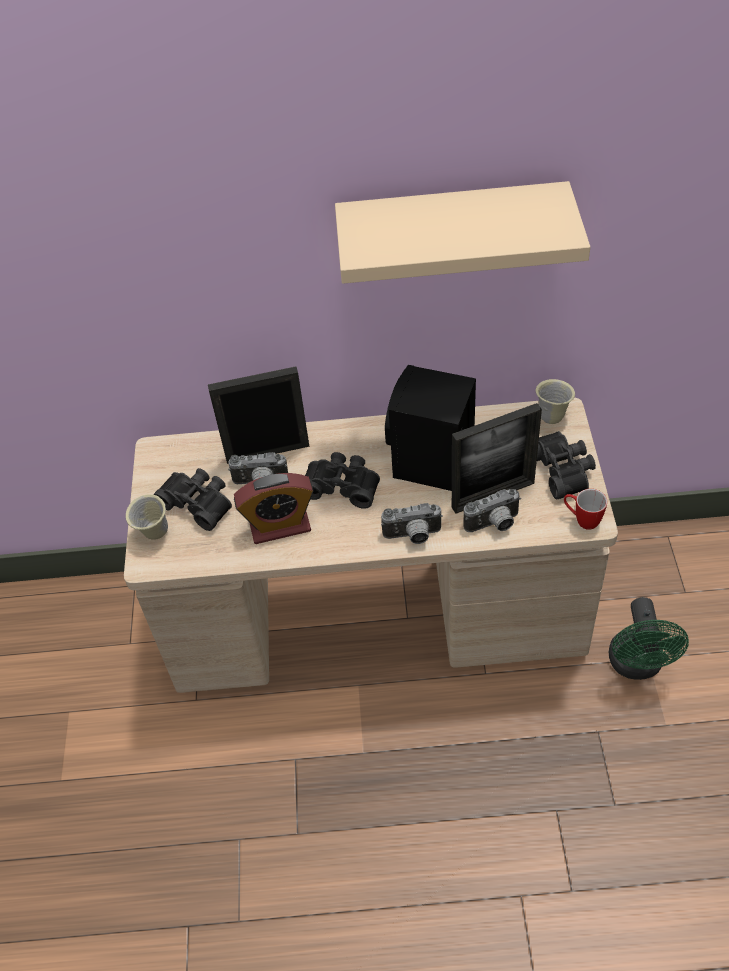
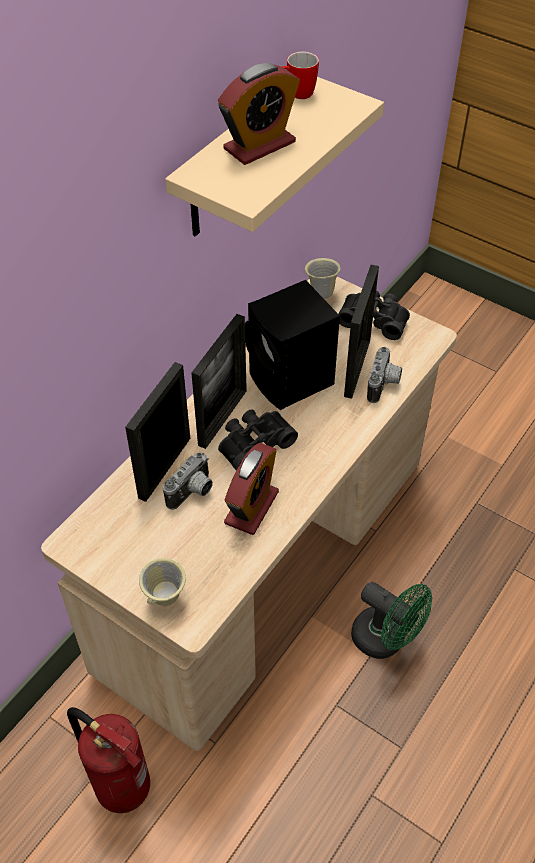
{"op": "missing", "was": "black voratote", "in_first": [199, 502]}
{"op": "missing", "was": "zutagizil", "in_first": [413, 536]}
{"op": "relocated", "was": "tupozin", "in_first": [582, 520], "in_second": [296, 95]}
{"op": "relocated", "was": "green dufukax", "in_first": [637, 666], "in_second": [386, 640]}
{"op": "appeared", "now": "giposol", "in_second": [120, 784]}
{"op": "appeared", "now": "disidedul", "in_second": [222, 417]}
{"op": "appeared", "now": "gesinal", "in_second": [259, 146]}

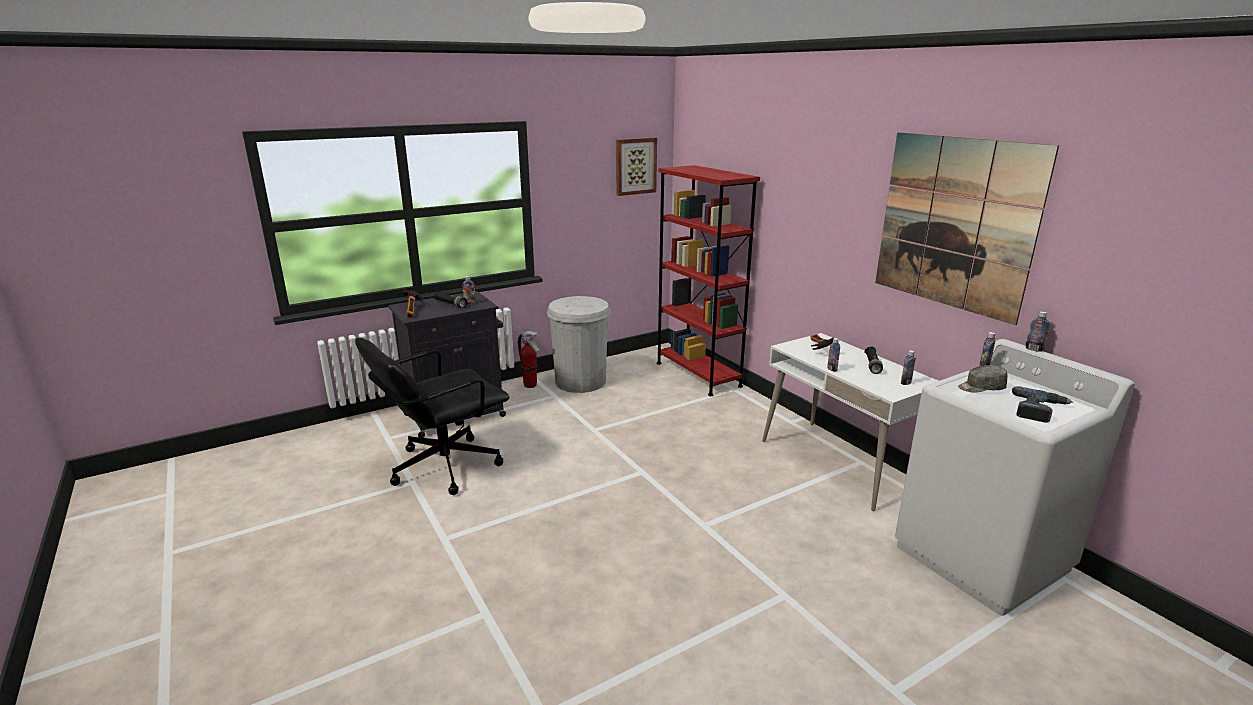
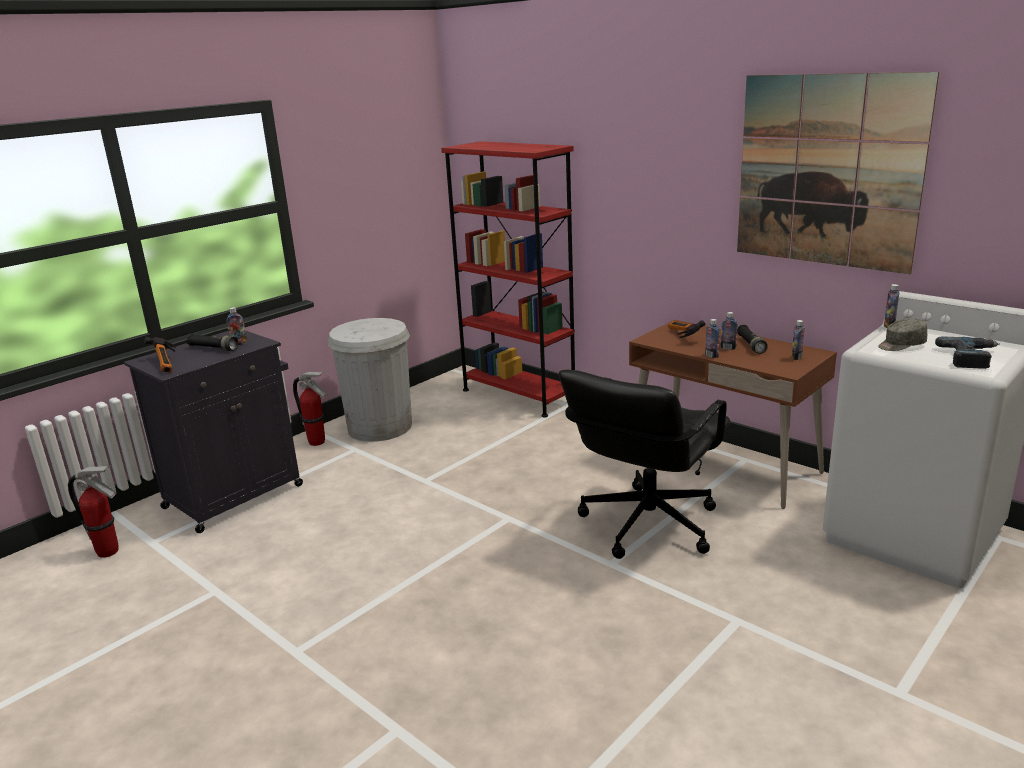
{"op": "relocated", "was": "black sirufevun", "in_first": [444, 466], "in_second": [646, 524]}
{"op": "missing", "was": "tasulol", "in_first": [635, 166]}
{"op": "colour", "was": "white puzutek", "now": "brown puzutek", "in_first": [839, 463], "in_second": [723, 464]}
{"op": "relocated", "was": "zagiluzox", "in_first": [1034, 349], "in_second": [728, 348]}
{"op": "appeared", "now": "giposol", "in_second": [109, 552]}

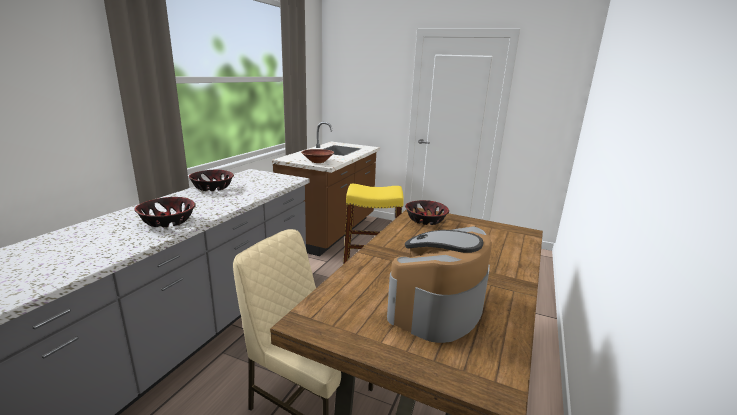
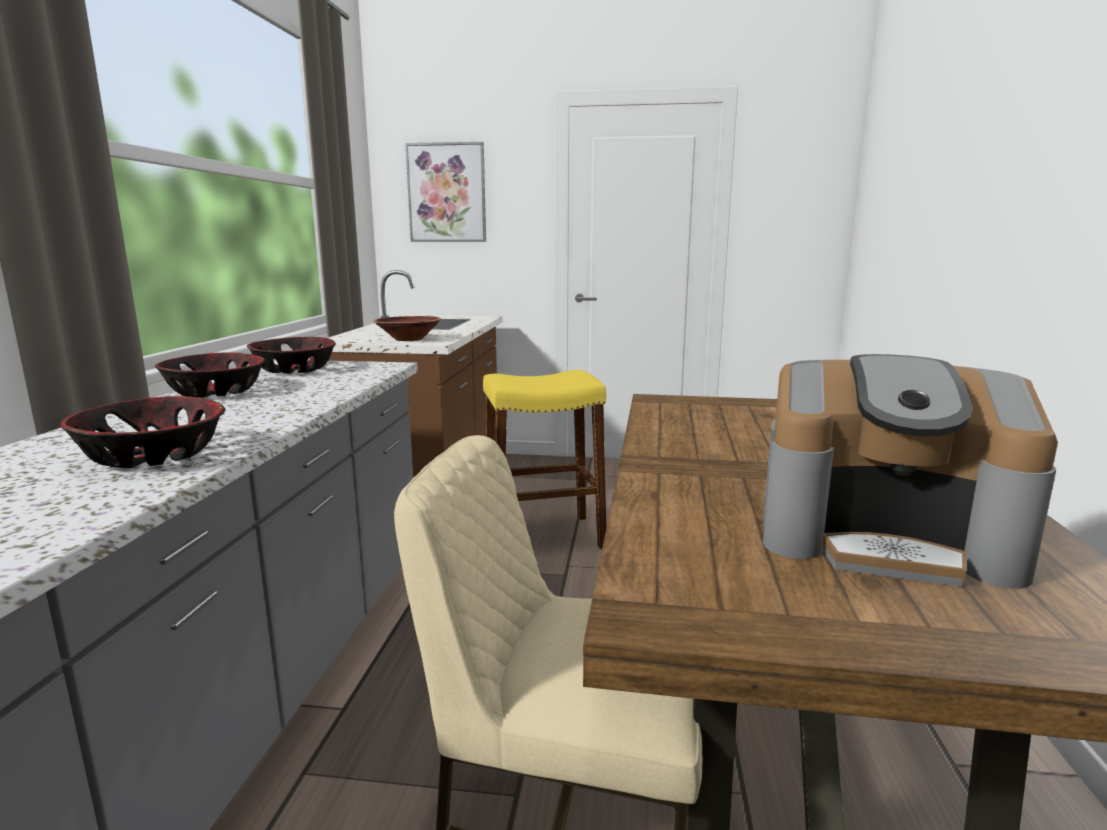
{"op": "spun", "was": "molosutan", "in_first": [438, 308], "in_second": [884, 537], "clockwise": -90}
{"op": "relocated", "was": "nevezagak", "in_first": [426, 220], "in_second": [295, 369]}
{"op": "appeared", "now": "tasulol", "in_second": [447, 193]}

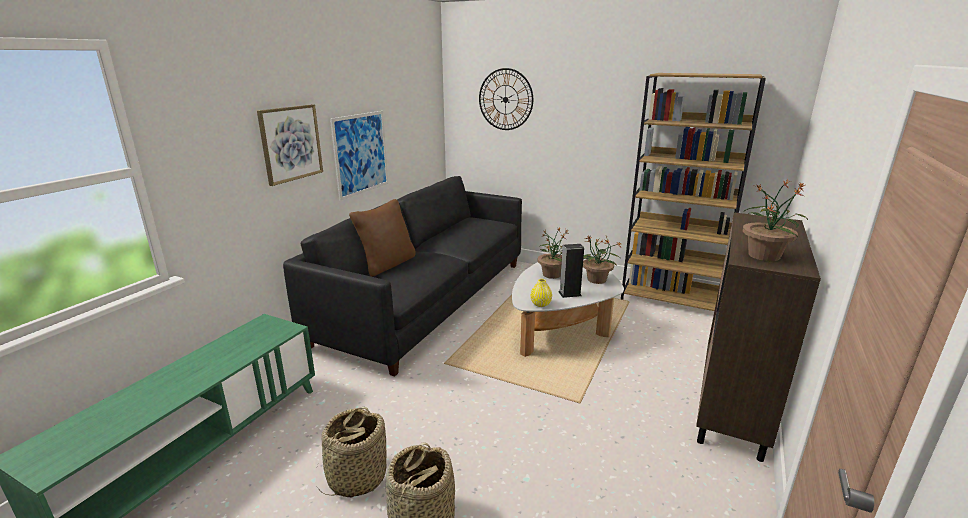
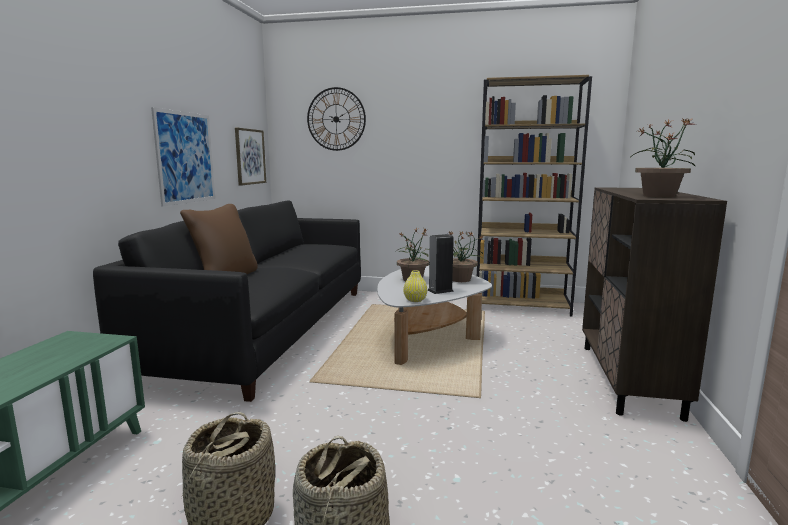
{"op": "relocated", "was": "tasulol", "in_first": [291, 143], "in_second": [250, 156]}

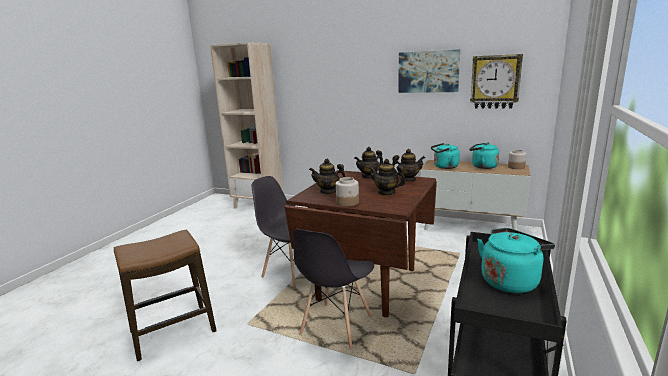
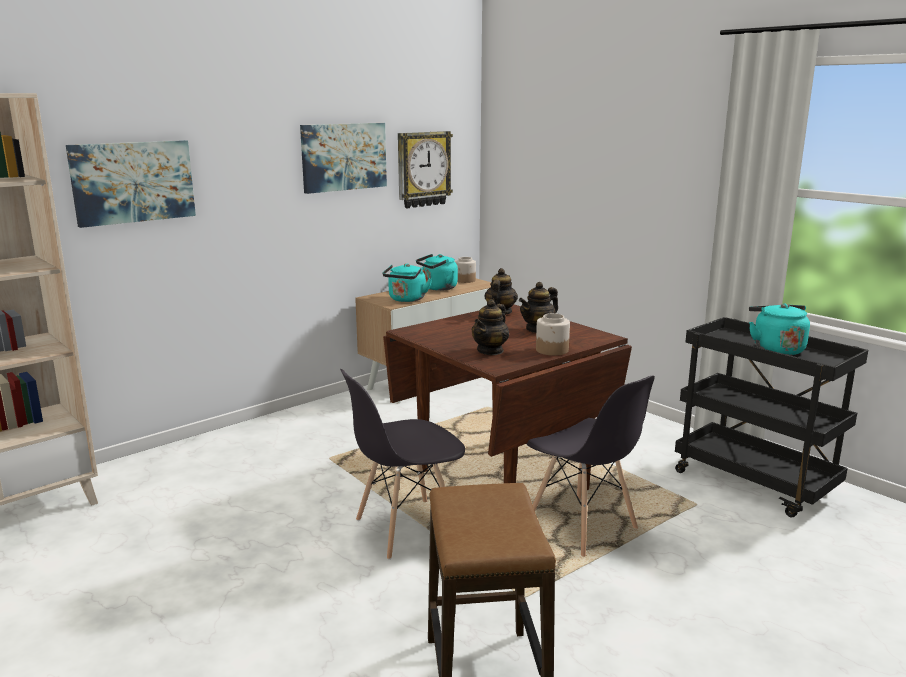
{"op": "missing", "was": "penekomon", "in_first": [369, 176]}
{"op": "appeared", "now": "tasulol", "in_second": [133, 182]}

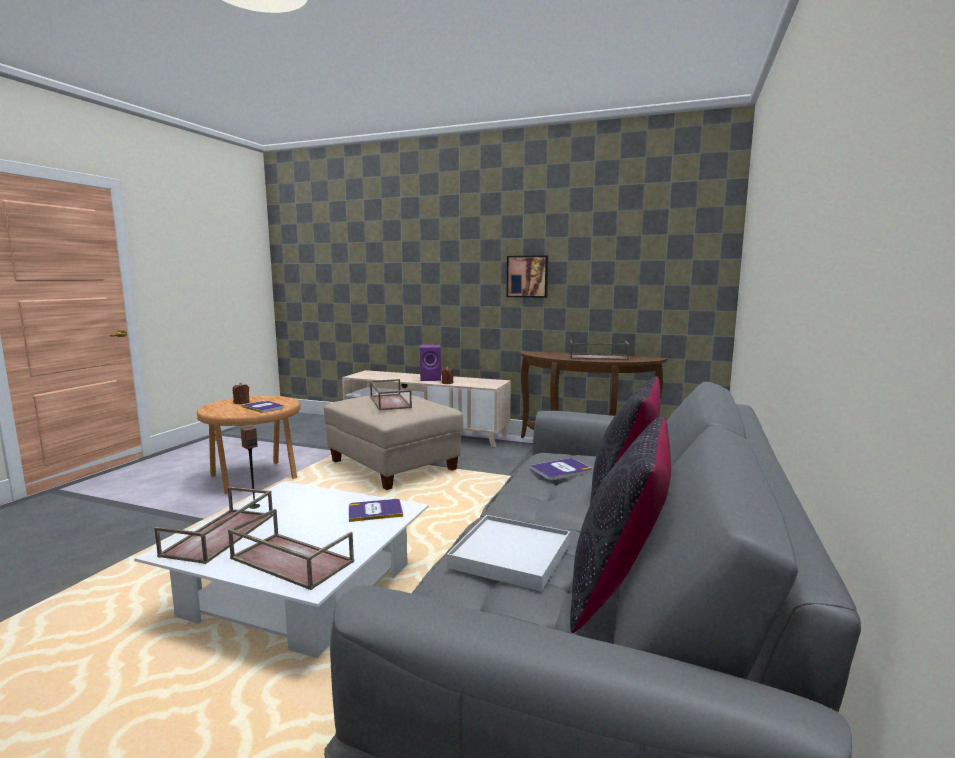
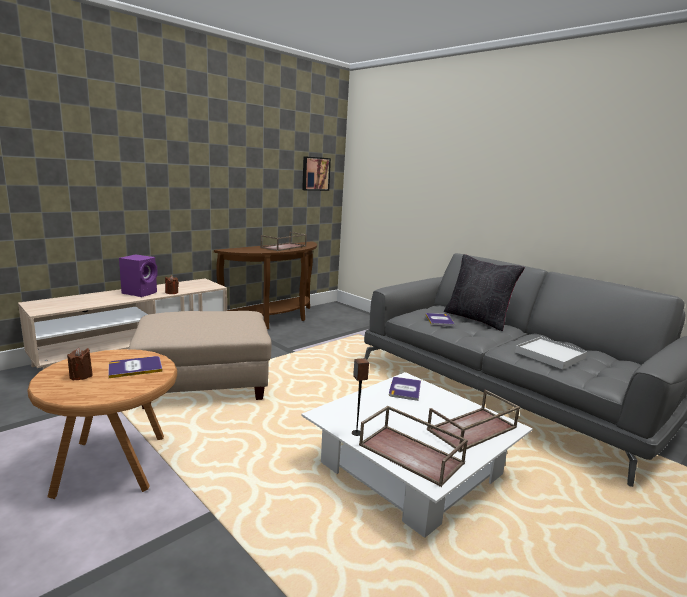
{"op": "missing", "was": "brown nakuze", "in_first": [389, 402]}
{"op": "relocated", "was": "tasulol", "in_first": [527, 276], "in_second": [315, 173]}
{"op": "missing", "was": "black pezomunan", "in_first": [618, 586]}

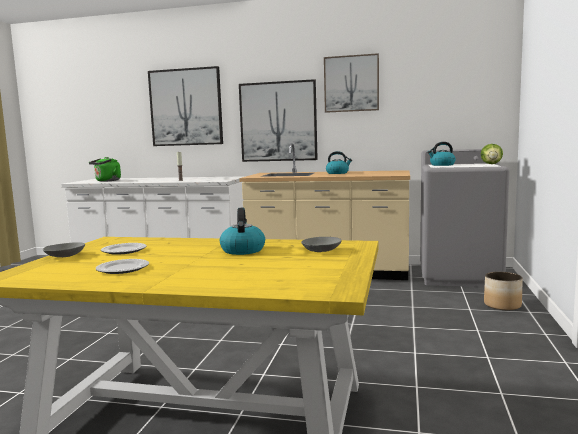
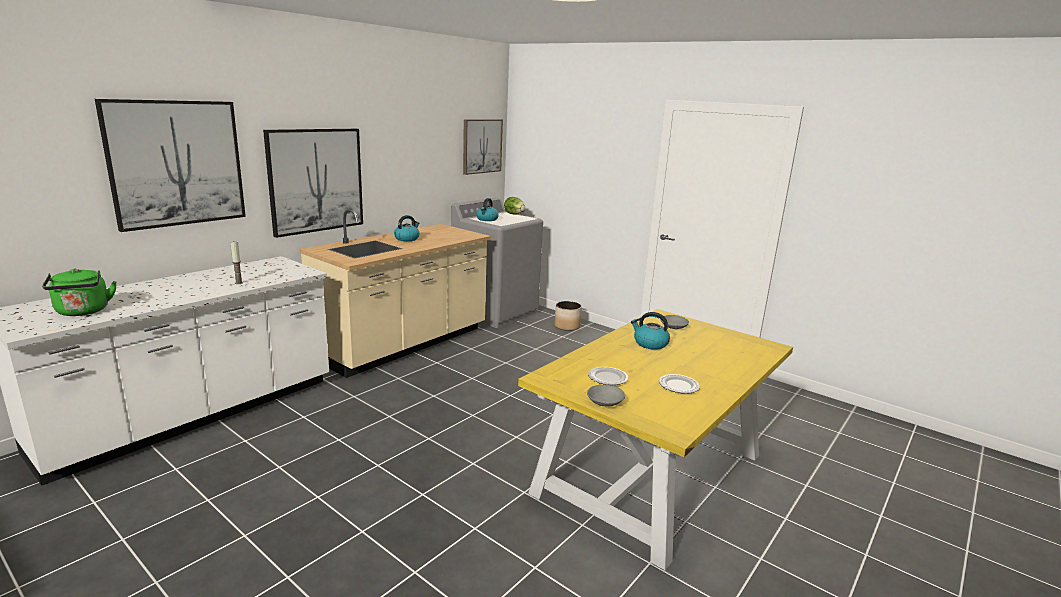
{"op": "relocated", "was": "tasulol", "in_first": [351, 83], "in_second": [481, 146]}

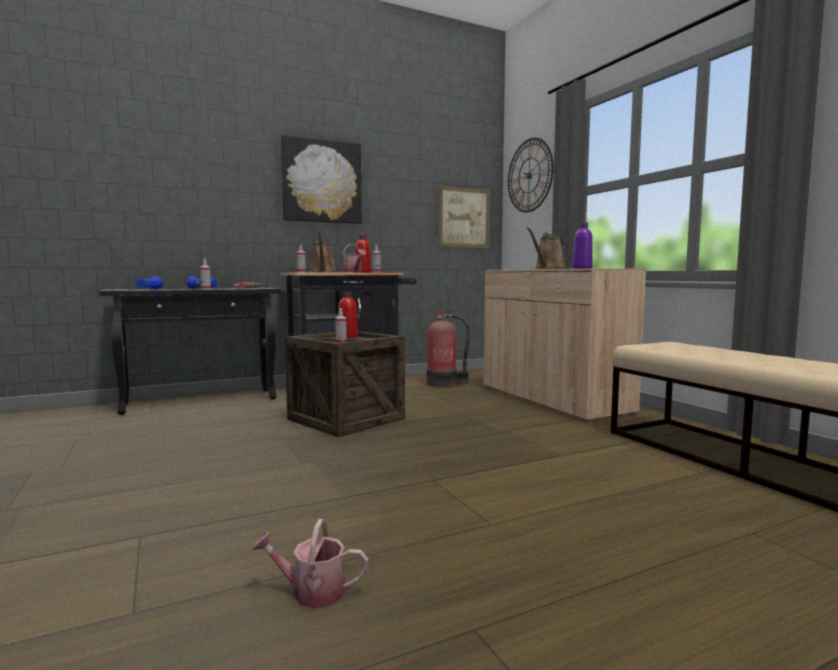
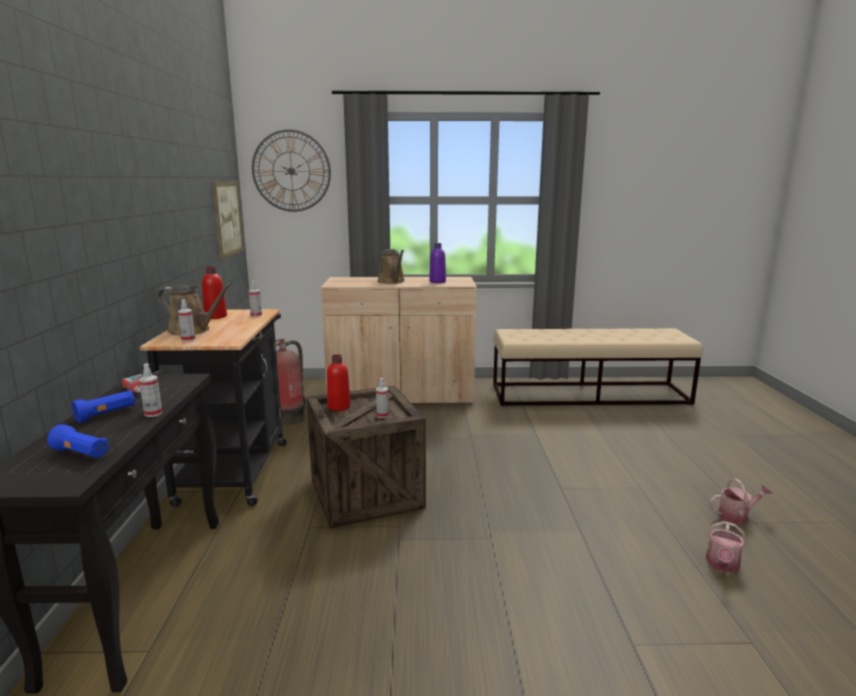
{"op": "missing", "was": "tasulol", "in_first": [321, 181]}
{"op": "relocated", "was": "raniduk", "in_first": [353, 272], "in_second": [736, 515]}

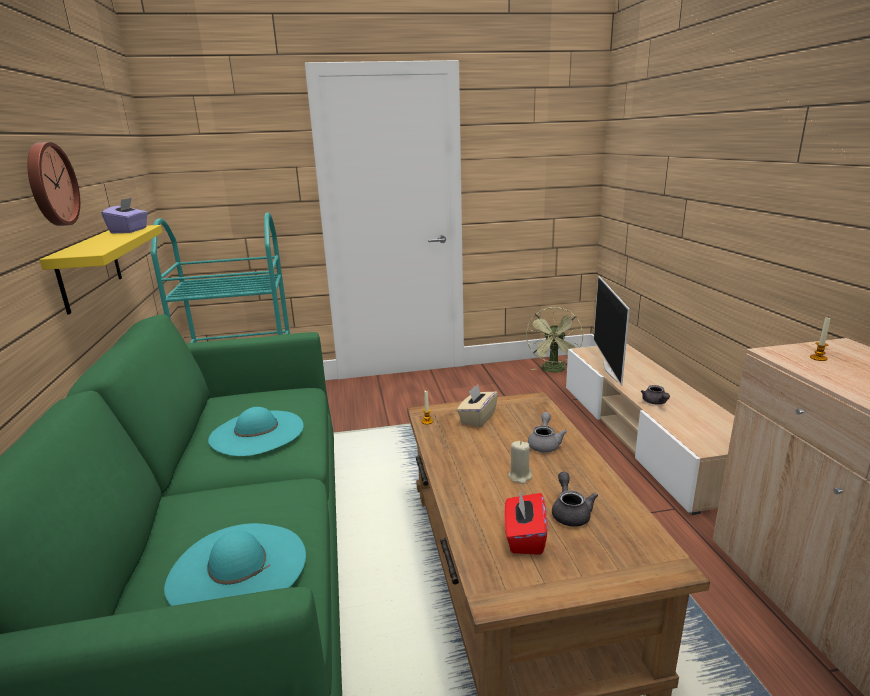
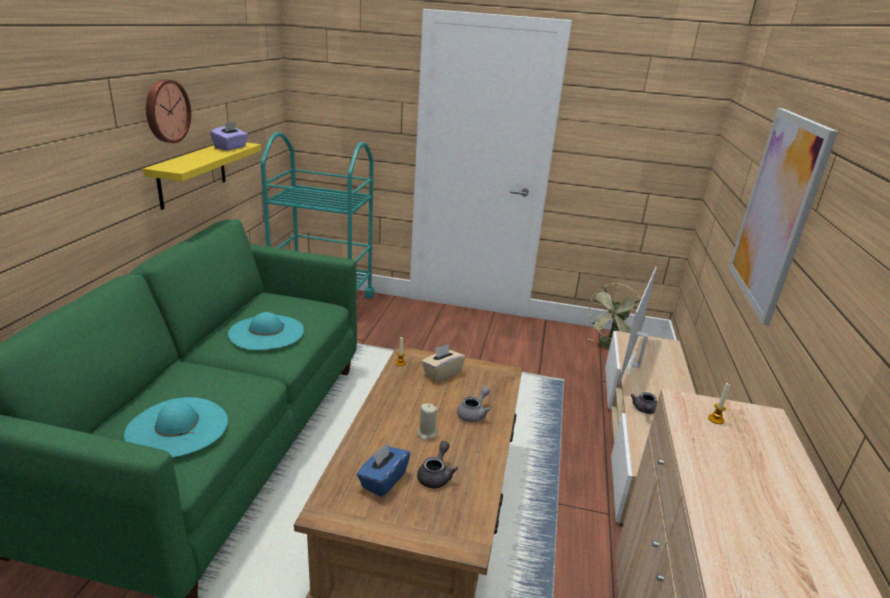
{"op": "colour", "was": "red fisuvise", "now": "blue fisuvise", "in_first": [524, 538], "in_second": [383, 480]}
{"op": "appeared", "now": "tasulol", "in_second": [776, 212]}

